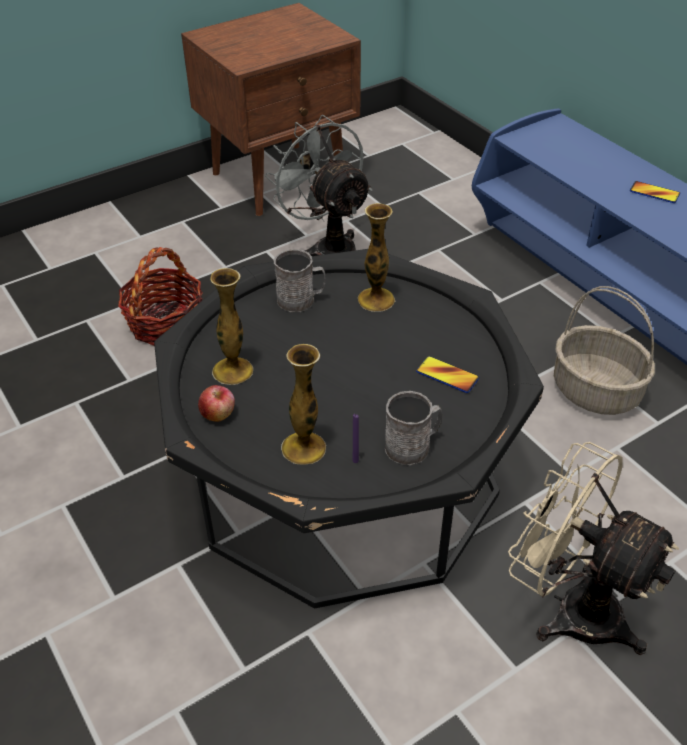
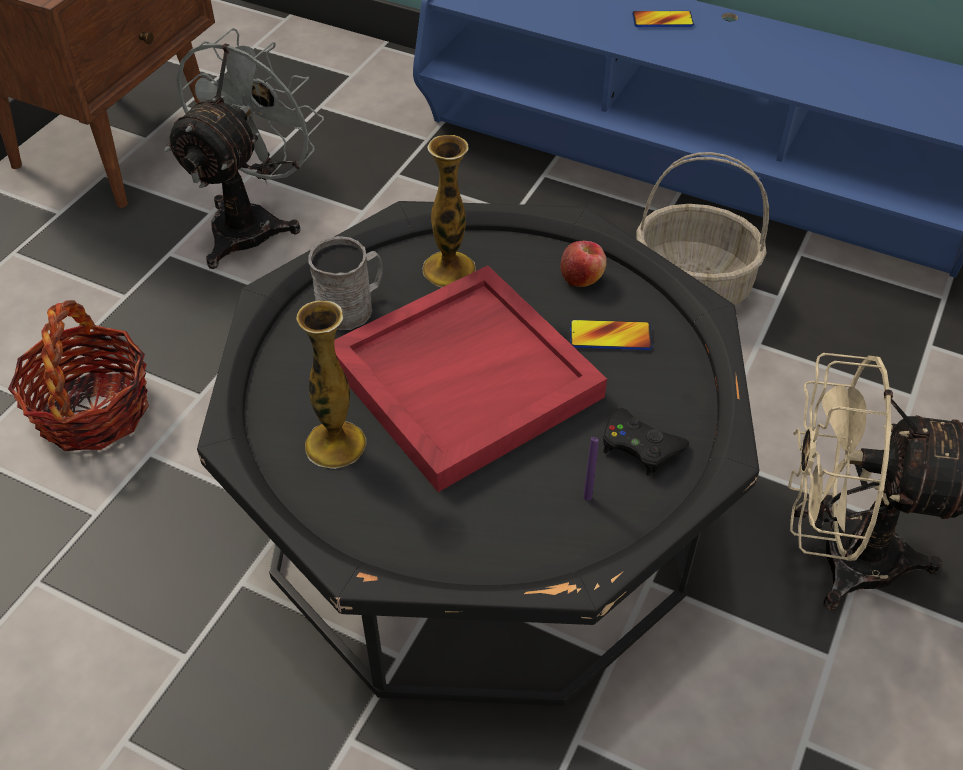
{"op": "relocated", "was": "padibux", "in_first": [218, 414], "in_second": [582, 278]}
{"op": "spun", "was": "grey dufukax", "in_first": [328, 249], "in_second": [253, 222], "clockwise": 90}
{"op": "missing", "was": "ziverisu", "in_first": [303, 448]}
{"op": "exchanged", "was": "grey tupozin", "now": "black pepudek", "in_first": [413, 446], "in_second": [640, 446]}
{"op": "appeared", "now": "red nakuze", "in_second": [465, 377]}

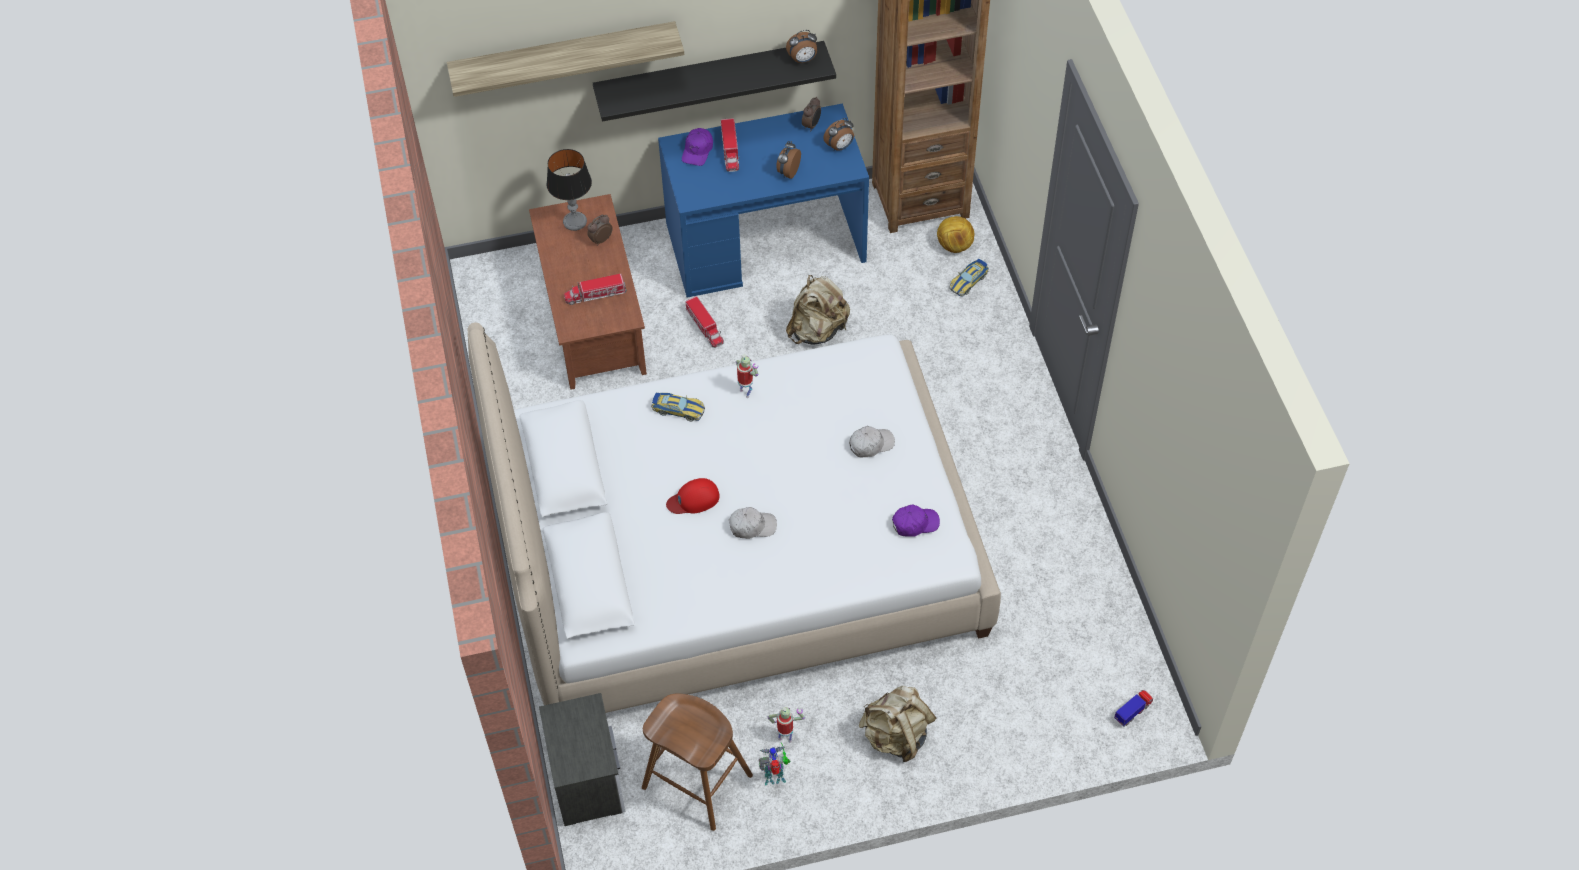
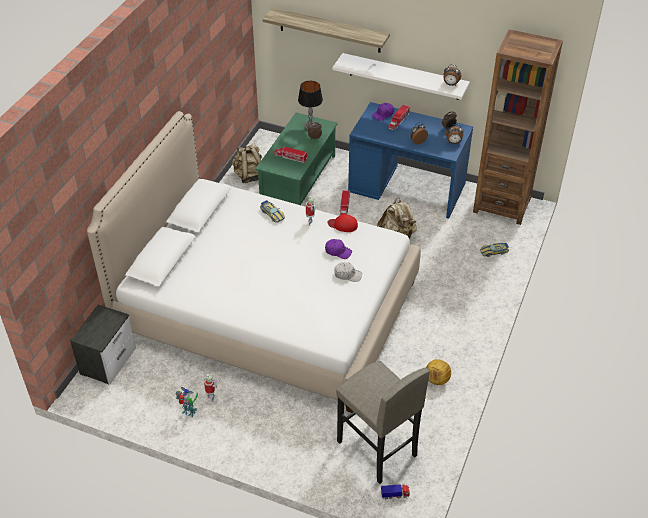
{"op": "colour", "was": "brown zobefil", "now": "green zobefil", "in_first": [594, 316], "in_second": [299, 179]}
{"op": "colour", "was": "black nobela", "now": "white nobela", "in_first": [710, 76], "in_second": [404, 77]}
{"op": "missing", "was": "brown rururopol", "in_first": [696, 781]}
{"op": "relocated", "was": "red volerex", "in_first": [693, 499], "in_second": [343, 225]}
{"op": "missing", "was": "white volerex", "in_first": [752, 526]}
{"op": "relocated", "was": "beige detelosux", "in_first": [896, 736], "in_second": [249, 176]}
{"op": "relocated", "was": "purple volerex", "in_first": [914, 523], "in_second": [338, 251]}
{"op": "relocated", "was": "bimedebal", "in_first": [954, 246], "in_second": [437, 379]}
{"op": "appeared", "now": "grey rururopol", "in_second": [376, 449]}

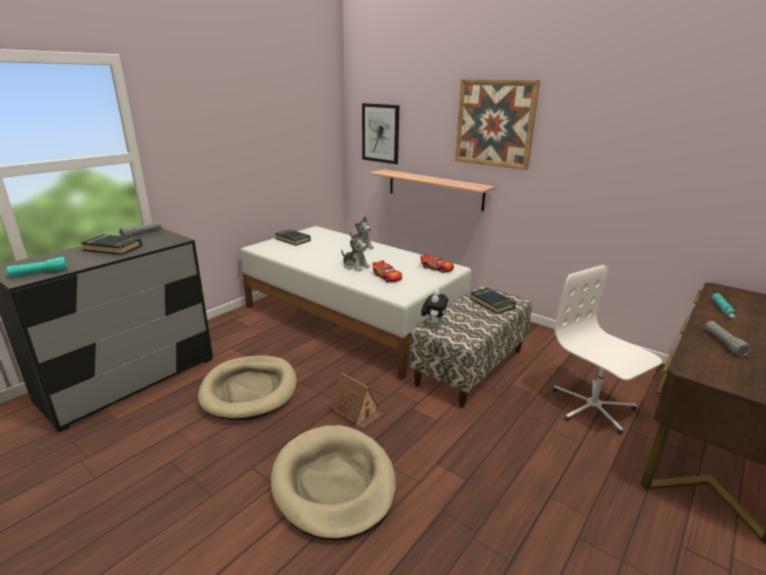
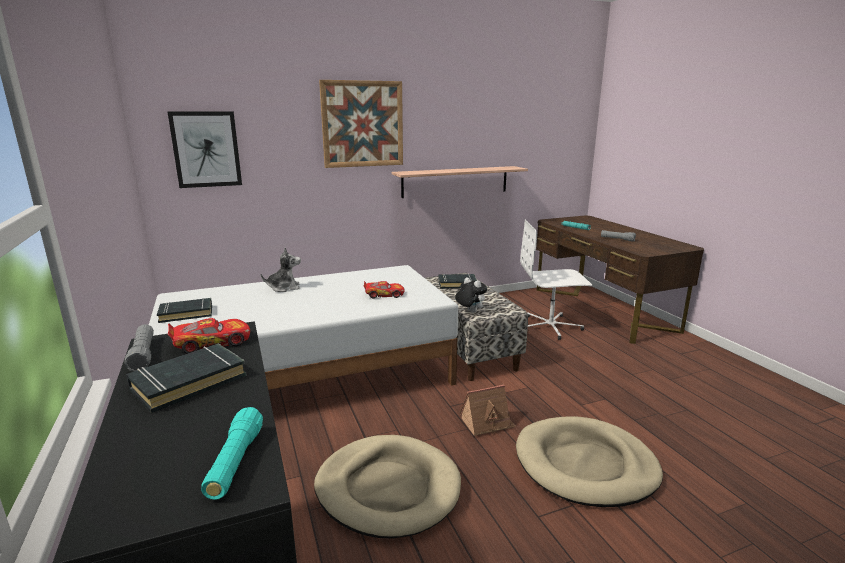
{"op": "missing", "was": "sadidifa", "in_first": [355, 266]}
{"op": "relocated", "was": "nobela", "in_first": [434, 189], "in_second": [455, 181]}
{"op": "relocated", "was": "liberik", "in_first": [437, 268], "in_second": [211, 343]}

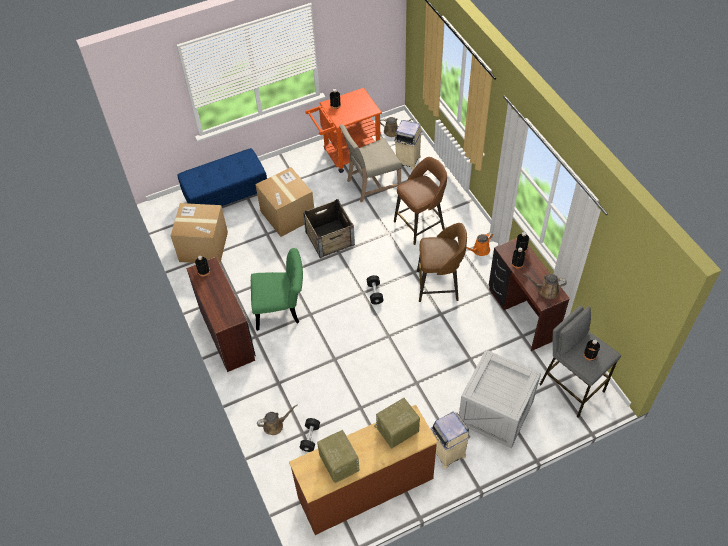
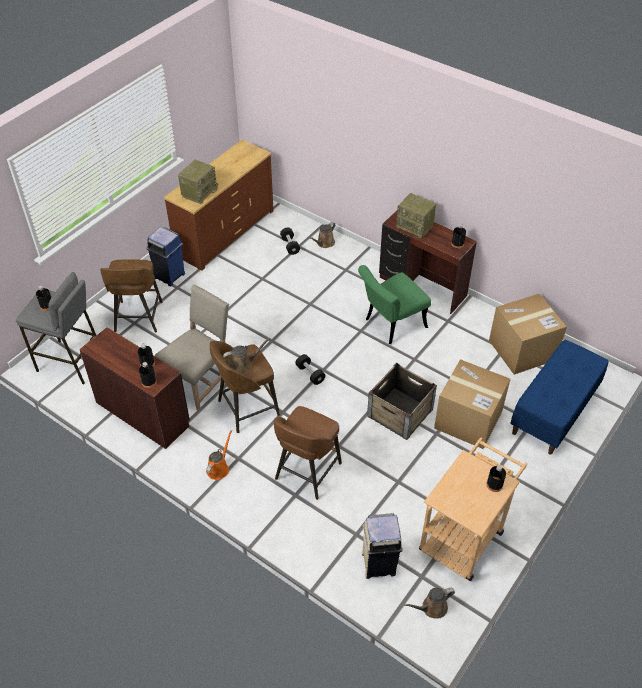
{"op": "colour", "was": "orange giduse", "now": "beige giduse", "in_first": [347, 155], "in_second": [465, 535]}
{"op": "relocated", "was": "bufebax", "in_first": [338, 463], "in_second": [415, 226]}
{"op": "relocated", "was": "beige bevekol", "in_first": [371, 185], "in_second": [200, 380]}
{"op": "colour", "was": "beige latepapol", "now": "blue latepapol", "in_first": [448, 452], "in_second": [169, 276]}
{"op": "exchanged", "was": "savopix", "now": "brown rururopol", "in_first": [496, 412], "in_second": [138, 318]}
{"op": "relocated", "was": "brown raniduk", "in_first": [546, 291], "in_second": [243, 365]}

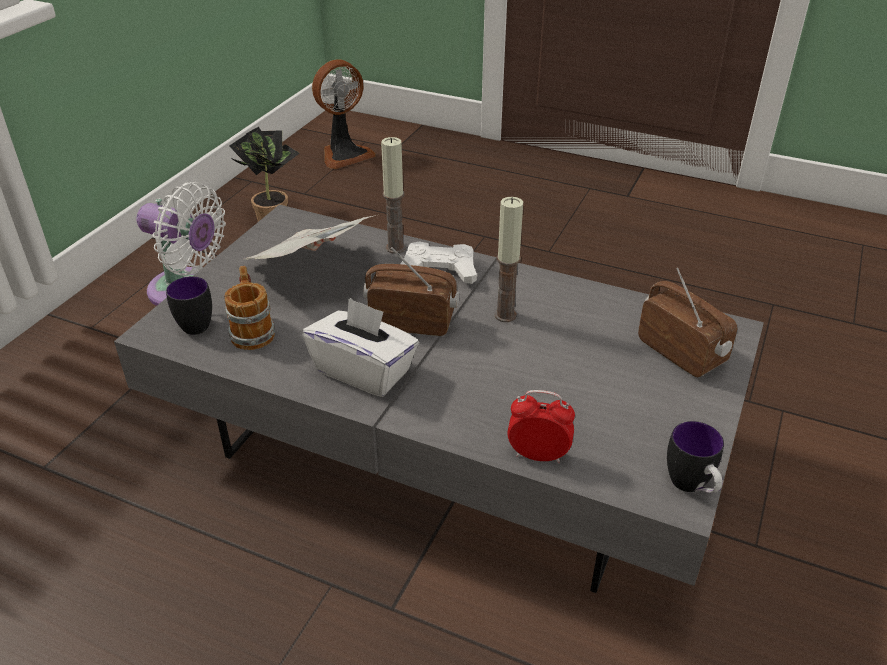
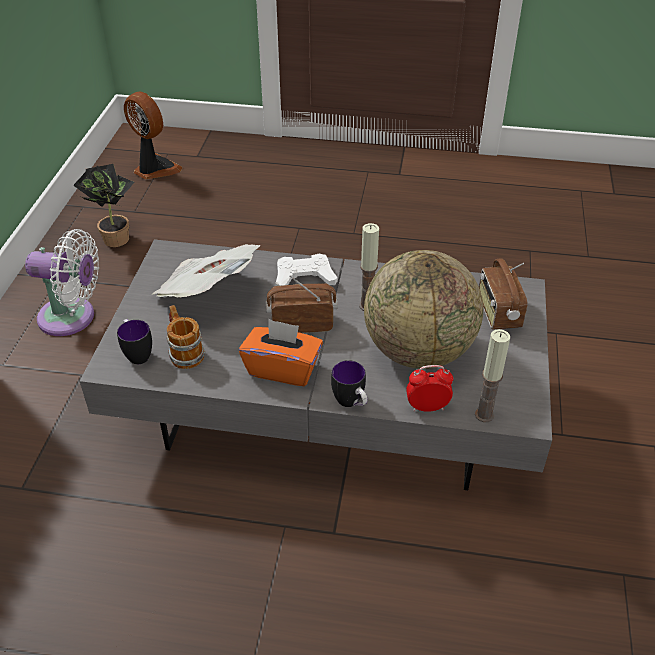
{"op": "colour", "was": "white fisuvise", "now": "orange fisuvise", "in_first": [364, 371], "in_second": [283, 369]}
{"op": "spun", "was": "dufukax", "in_first": [344, 155], "in_second": [154, 169], "clockwise": -90}
{"op": "relocated", "was": "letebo", "in_first": [395, 248], "in_second": [484, 415]}
{"op": "spun", "was": "bufebax", "in_first": [682, 352], "in_second": [497, 312], "clockwise": -135}
{"op": "relocated", "was": "tupozin", "in_first": [691, 488], "in_second": [351, 404]}
{"op": "appeared", "now": "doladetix", "in_second": [418, 351]}

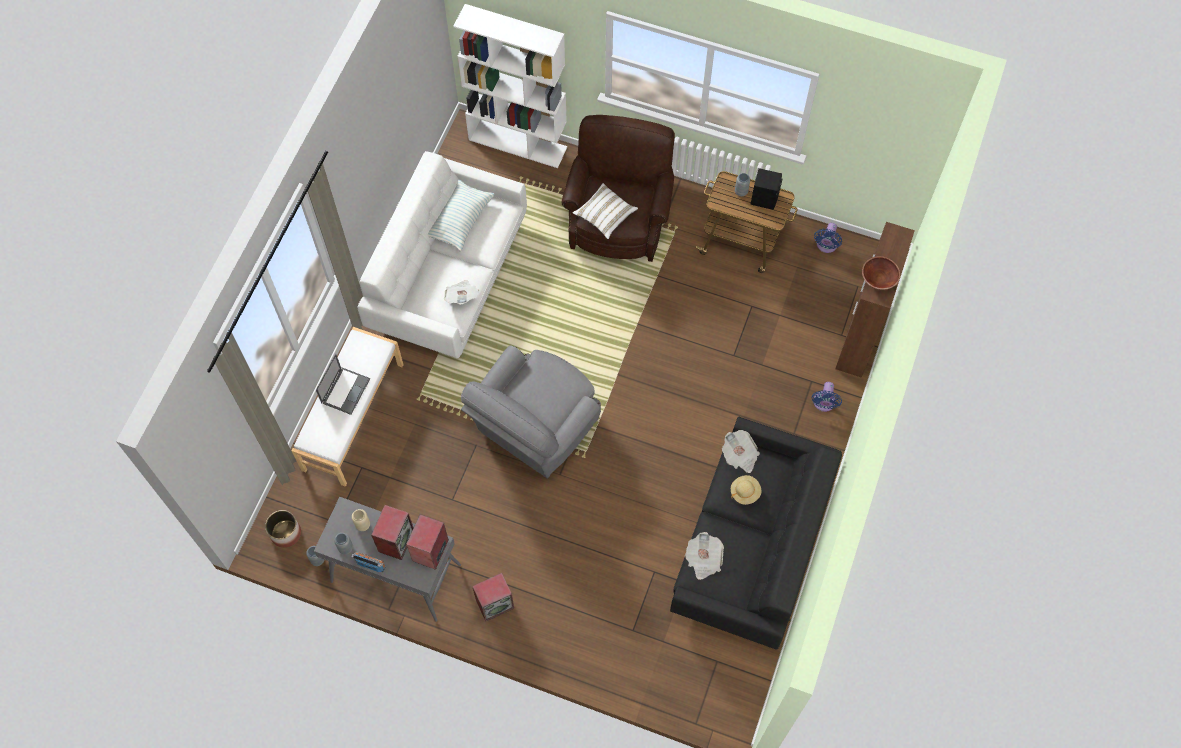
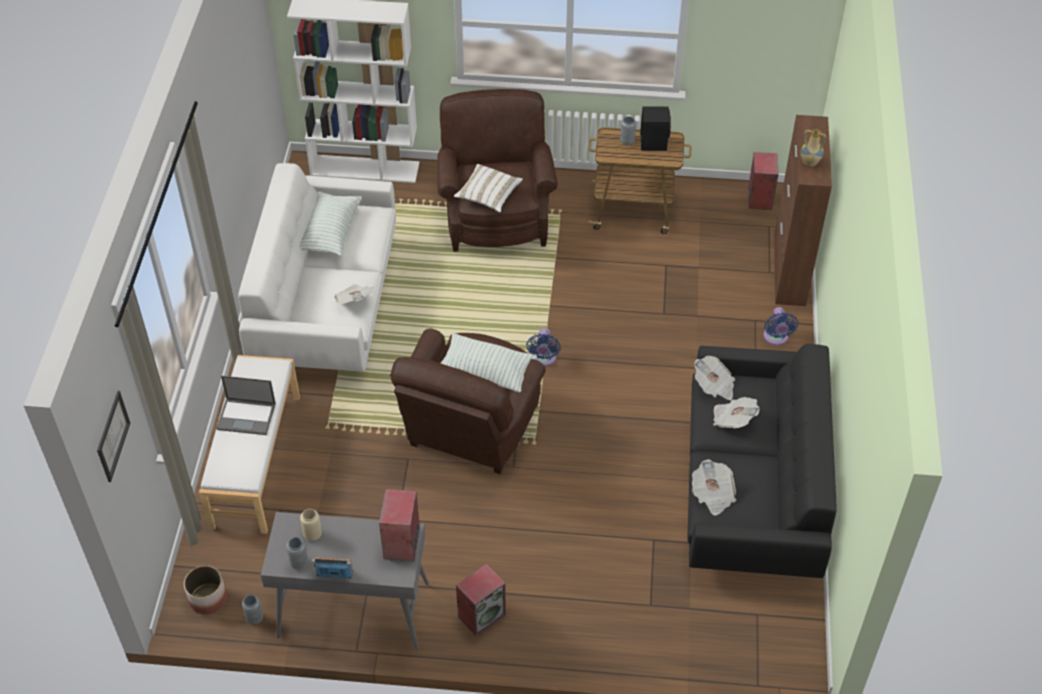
{"op": "spun", "was": "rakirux", "in_first": [345, 390], "in_second": [247, 416], "clockwise": 90}
{"op": "relocated", "was": "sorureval", "in_first": [396, 540], "in_second": [759, 198]}
{"op": "colour", "was": "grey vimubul", "now": "brown vimubul", "in_first": [535, 430], "in_second": [470, 429]}
{"op": "exchanged", "was": "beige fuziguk", "now": "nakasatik", "in_first": [745, 492], "in_second": [733, 419]}
{"op": "relocated", "was": "blue dufukax", "in_first": [826, 246], "in_second": [543, 359]}
{"op": "exchanged", "was": "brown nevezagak", "now": "ziverisu", "in_first": [878, 278], "in_second": [809, 163]}
{"op": "appeared", "now": "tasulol", "in_second": [112, 436]}
{"op": "appeared", "now": "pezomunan", "in_second": [486, 371]}

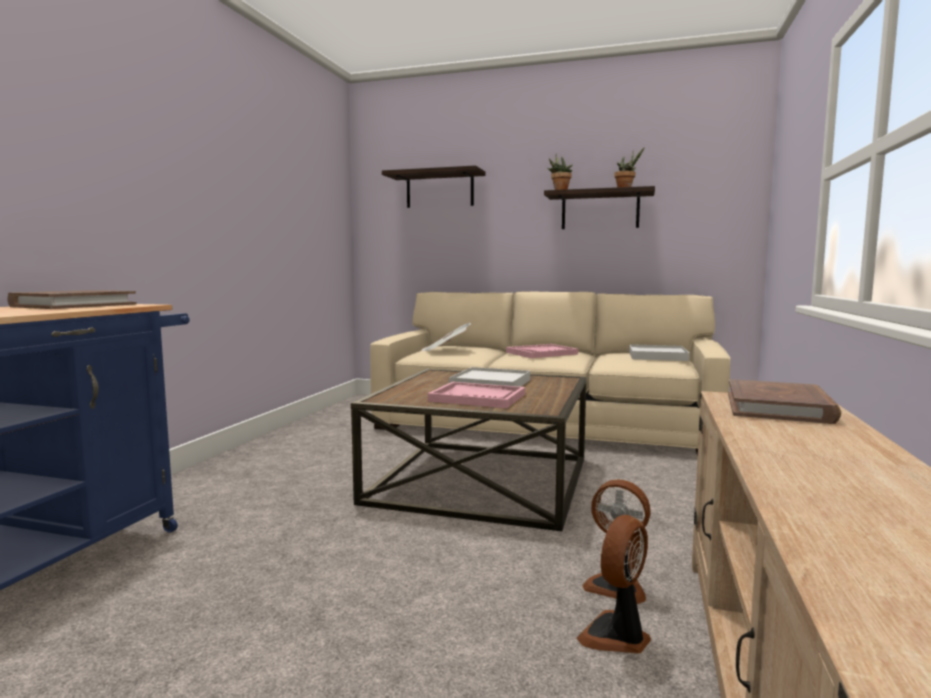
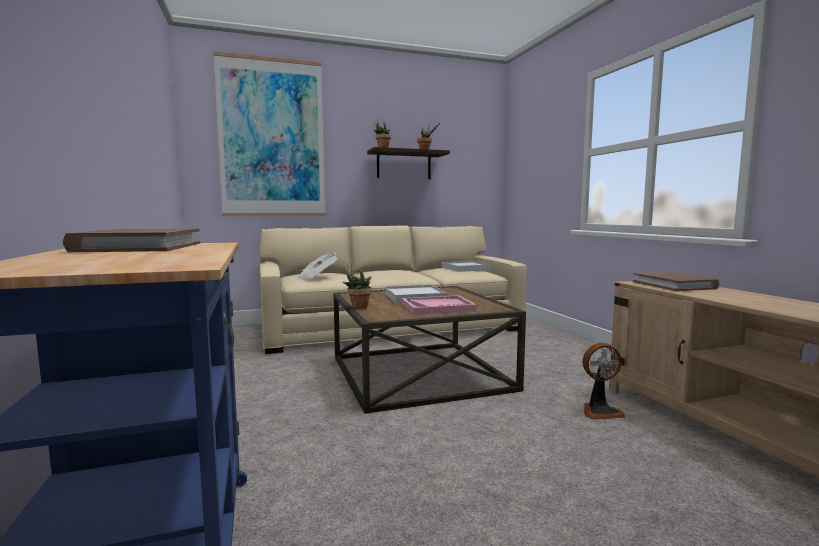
{"op": "exchanged", "was": "nobela", "now": "tasulol", "in_first": [439, 190], "in_second": [272, 139]}
{"op": "missing", "was": "pink nakuze", "in_first": [541, 353]}
{"op": "missing", "was": "dufukax", "in_first": [617, 636]}
{"op": "appeared", "now": "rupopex", "in_second": [357, 307]}

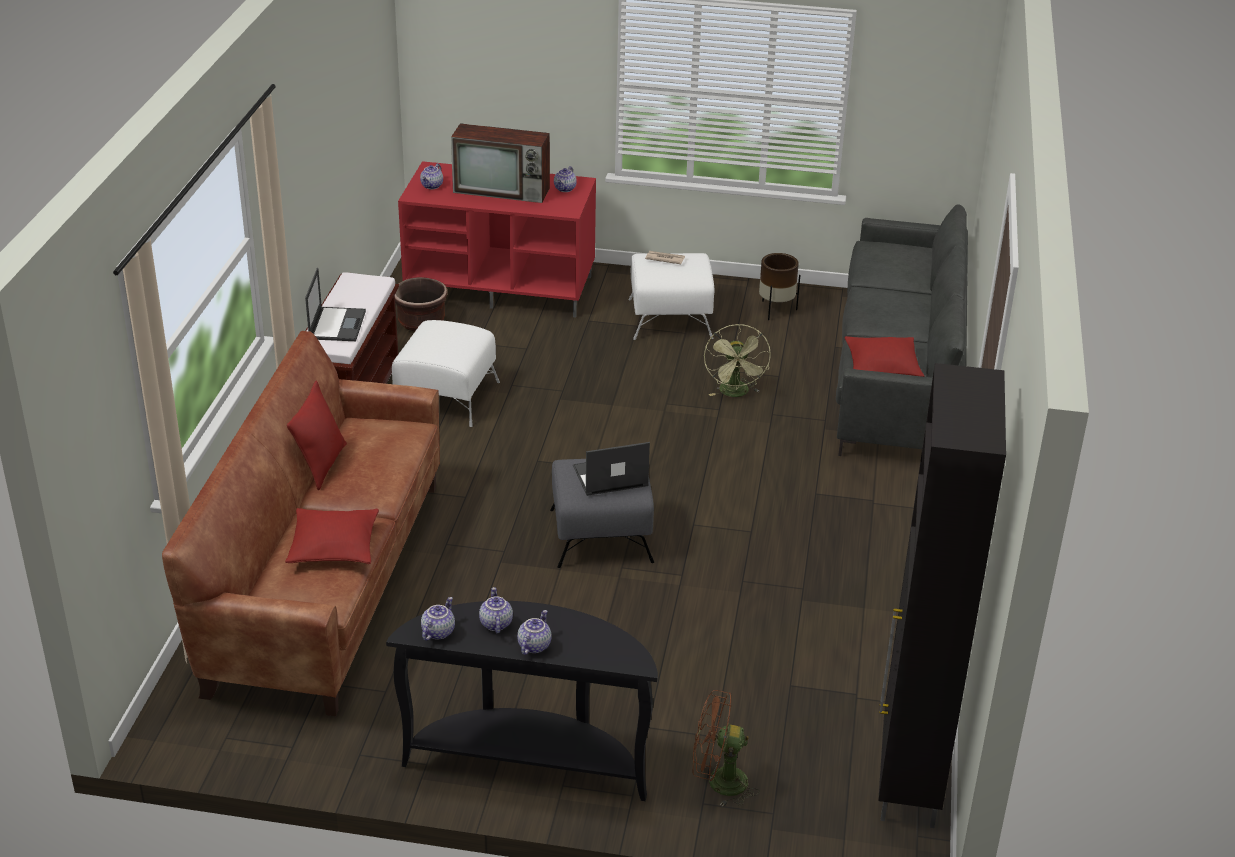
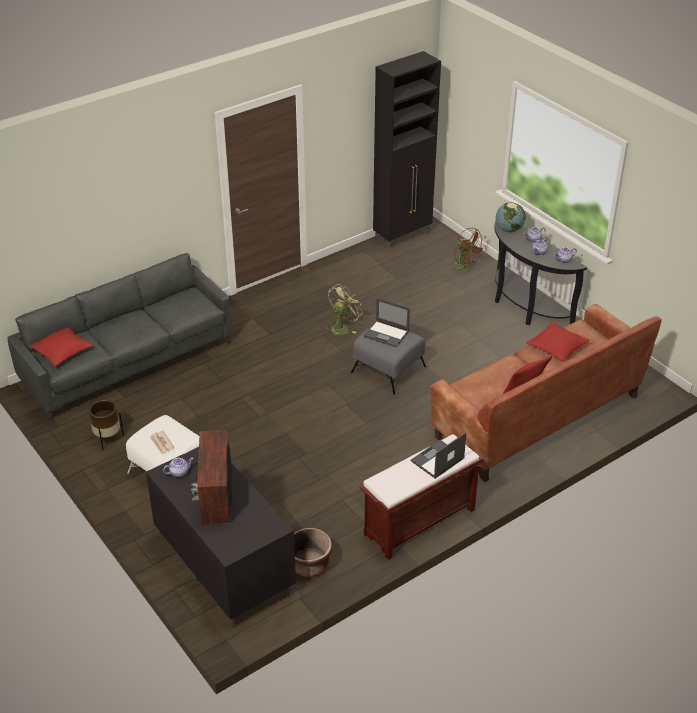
{"op": "missing", "was": "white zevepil", "in_first": [446, 396]}
{"op": "colour", "was": "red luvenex", "now": "black luvenex", "in_first": [502, 287], "in_second": [222, 564]}
{"op": "missing", "was": "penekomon", "in_first": [432, 186]}
{"op": "spun", "was": "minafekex", "in_first": [503, 190], "in_second": [217, 496], "clockwise": -150}
{"op": "relocated", "was": "green dufukax", "in_first": [735, 393], "in_second": [342, 327]}
{"op": "relocated", "was": "red pezomunan", "in_first": [882, 366], "in_second": [62, 351]}
{"op": "appeared", "now": "doladetix", "in_second": [509, 229]}

